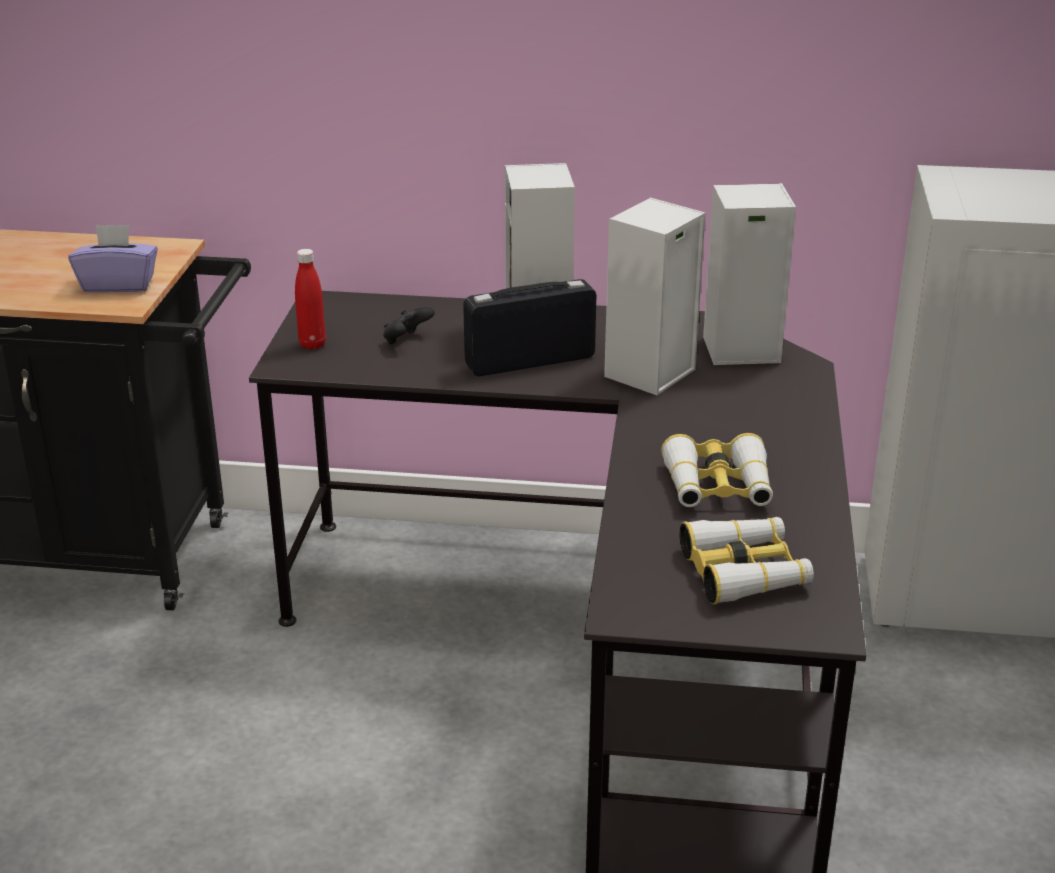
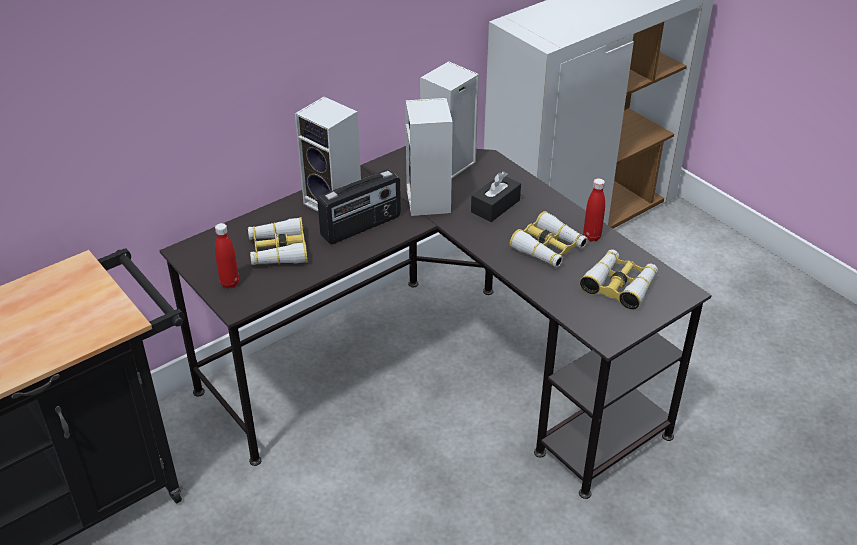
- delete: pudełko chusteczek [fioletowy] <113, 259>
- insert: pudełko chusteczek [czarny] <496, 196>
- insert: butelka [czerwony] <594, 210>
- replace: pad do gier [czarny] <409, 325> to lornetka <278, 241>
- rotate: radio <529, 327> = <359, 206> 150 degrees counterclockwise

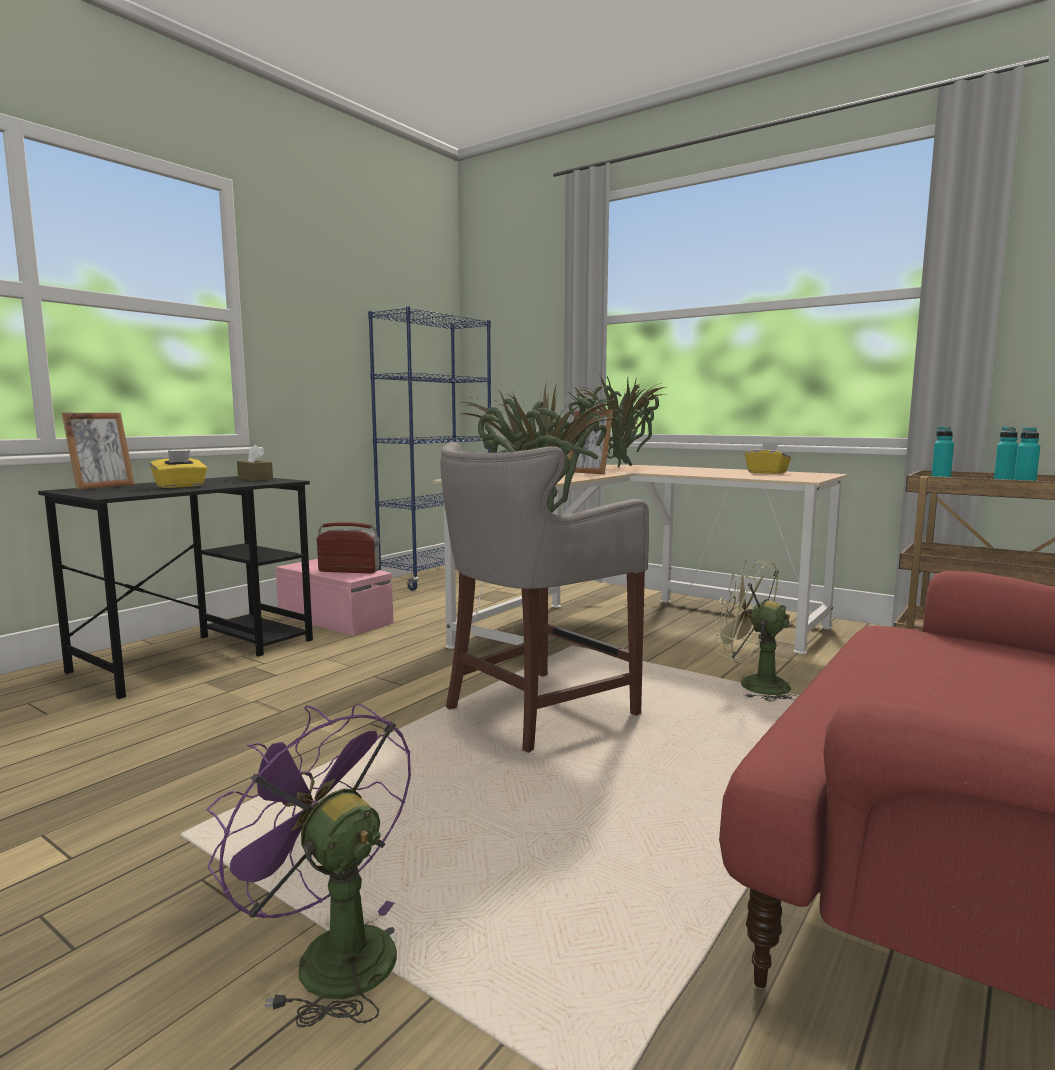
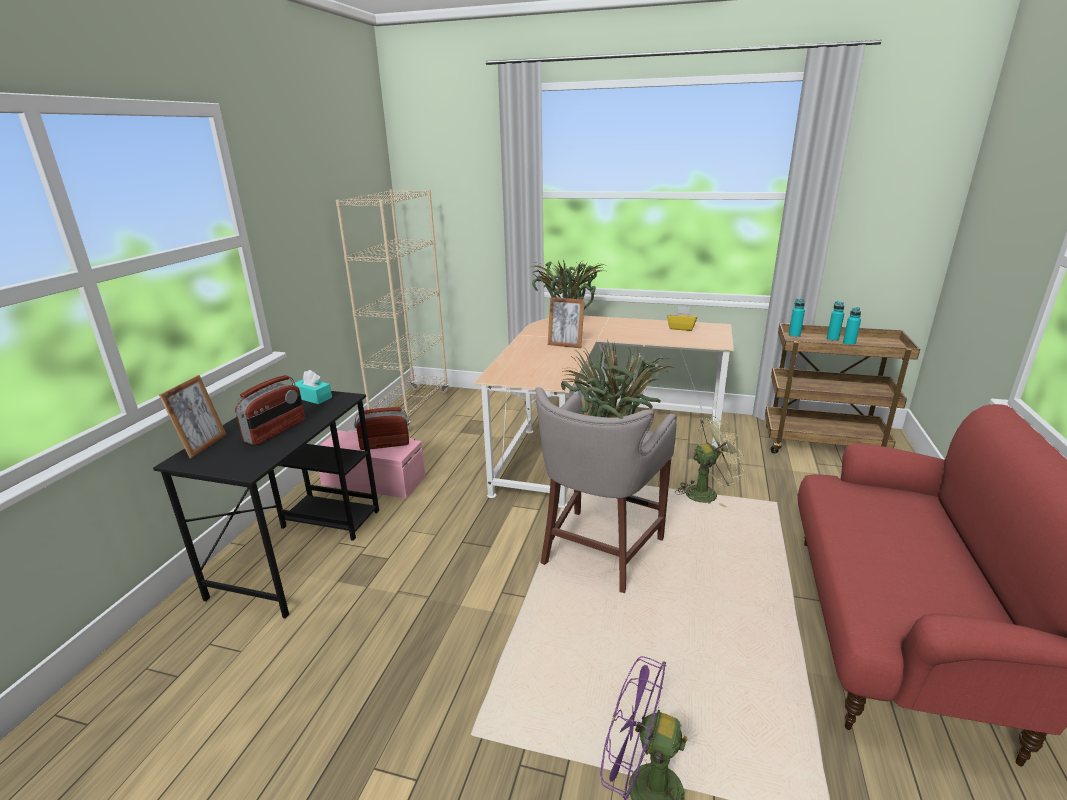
- replace: pudełko chusteczek [żółty] <178, 469> to radio <270, 410>
- recolor: pudełko chusteczek [brązowy] <255, 463> to pudełko chusteczek [turkusowy] <312, 387>
- recolor: regał [niebieski] <429, 448> to regał [beżowy] <392, 310>
- rotate: wentylator [zielony] <755, 629> = <710, 461> 150 degrees clockwise

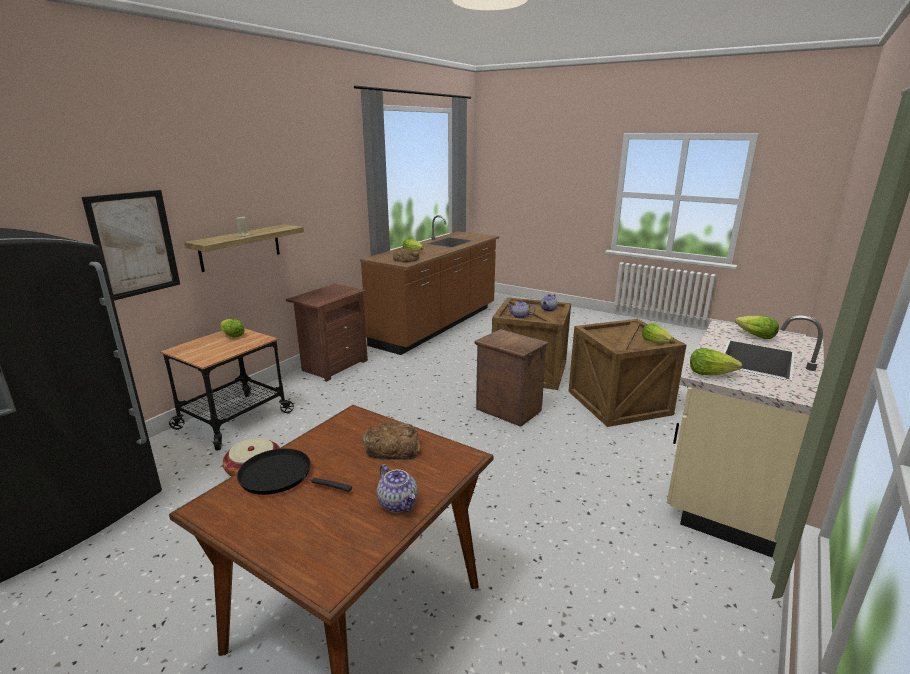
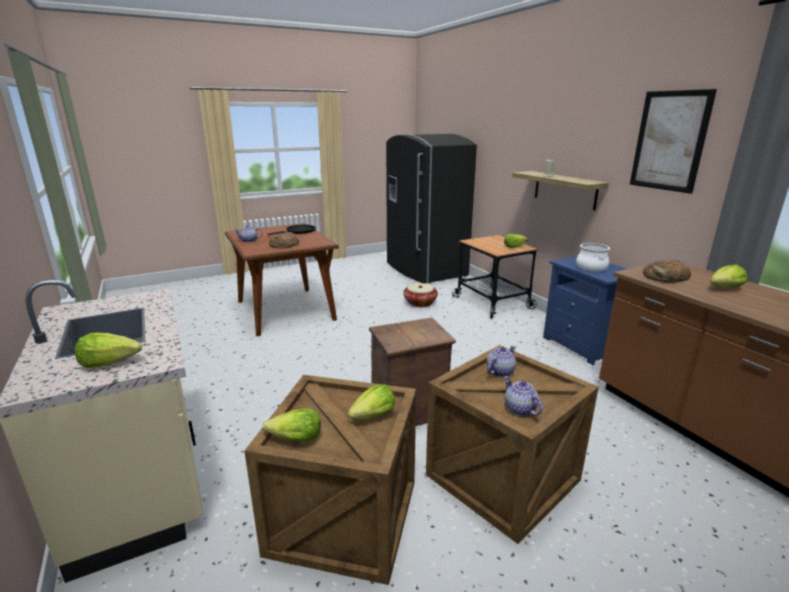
- insert: garnek <593, 257>
- move: obraz <130, 245> to <673, 141>
- move: sałata <716, 362> to <371, 401>
- recolor: szafka nocna [brązowy] <327, 333> to szafka nocna [niebieski] <584, 310>

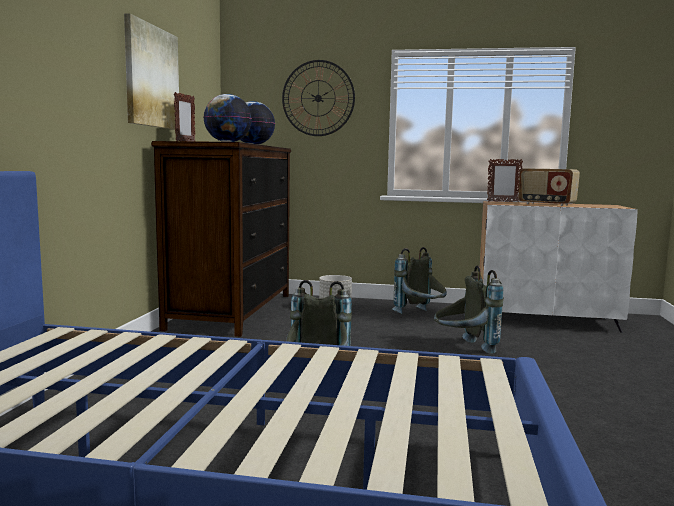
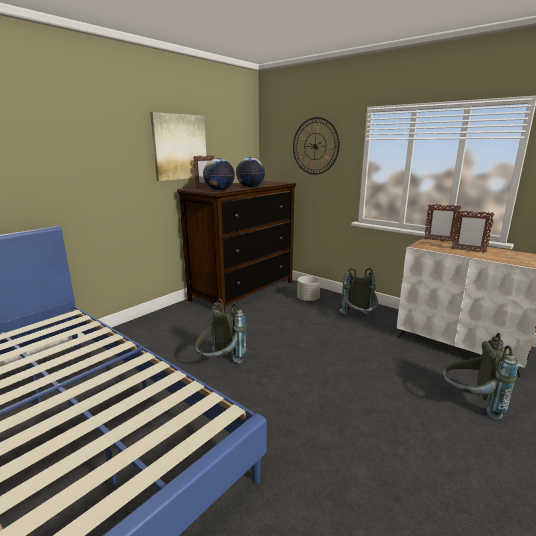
- move: plecak [szary] <469, 309> to <480, 376>
- replace: radio <549, 187> to ramka na zdjęcie <473, 231>

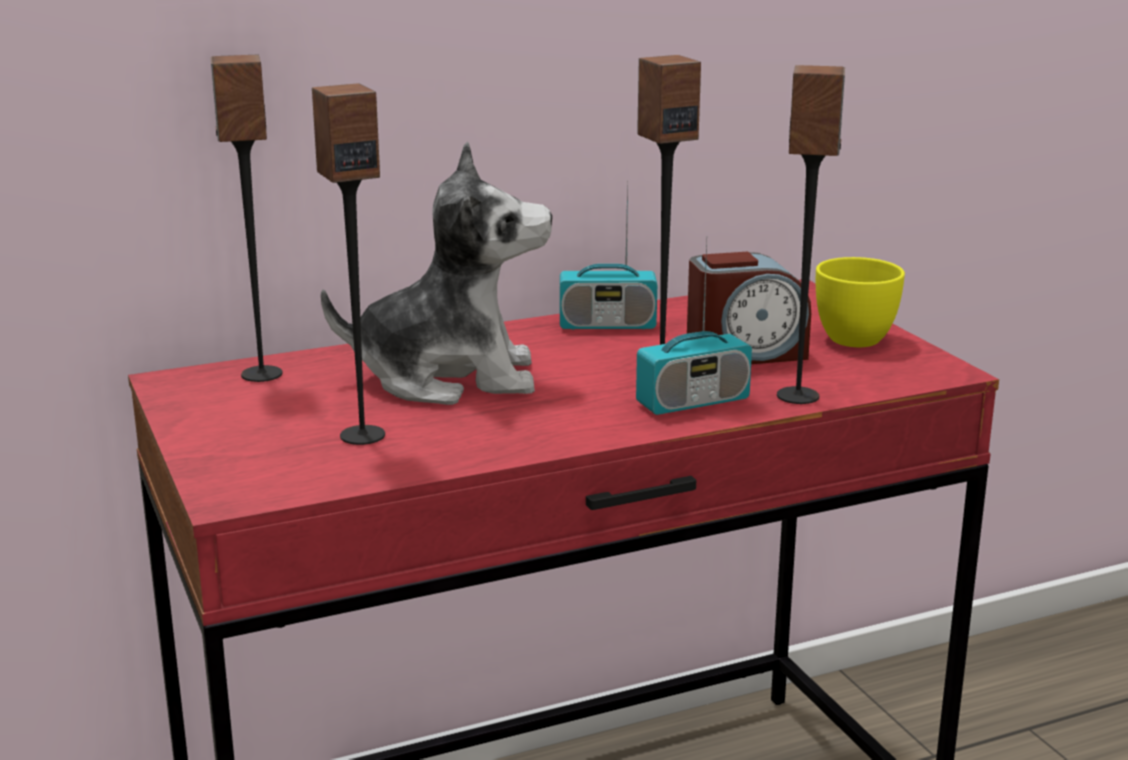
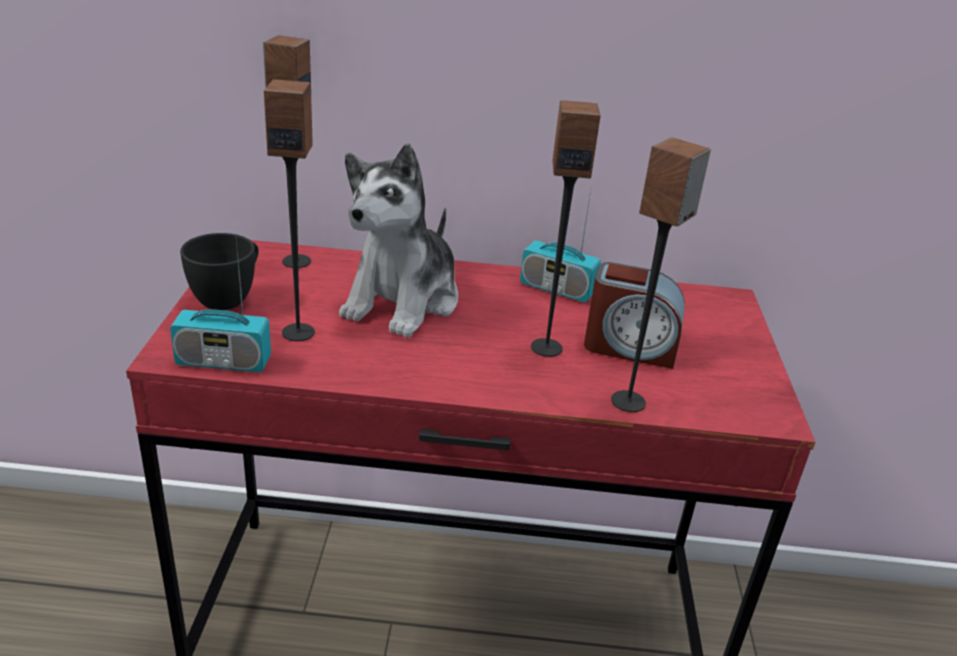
- delete: filiżanka [żółty] <860, 302>
- insert: filiżanka [czarny] <219, 271>
- move: radio <694, 325> to <220, 304>
- rotate: pluszak <436, 273> = <398, 240> 90 degrees clockwise

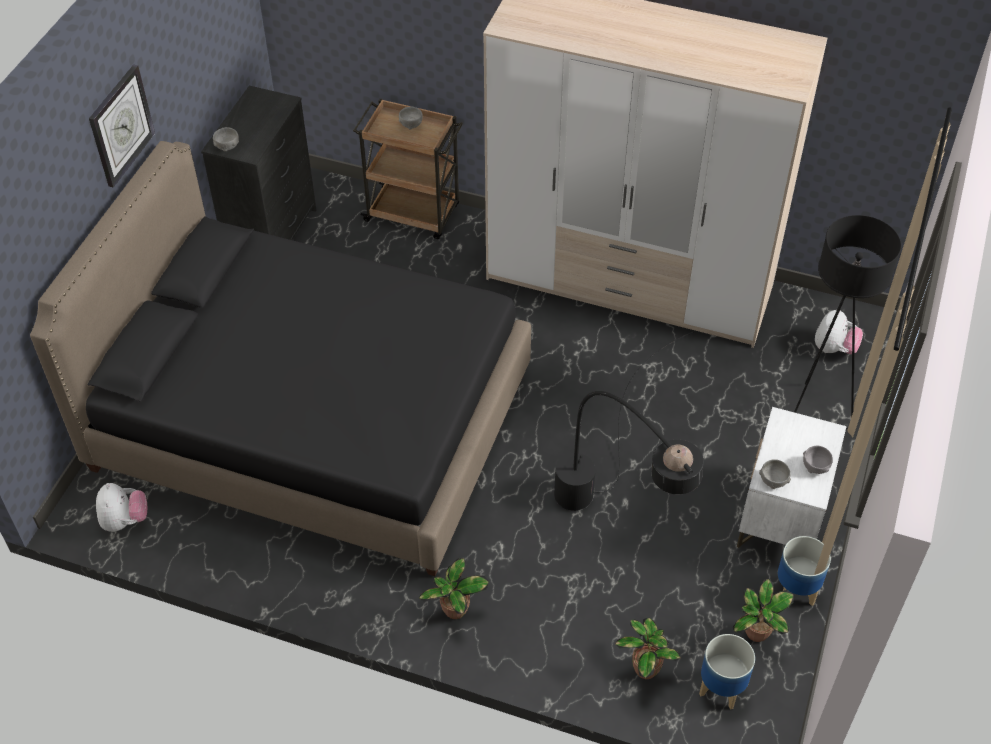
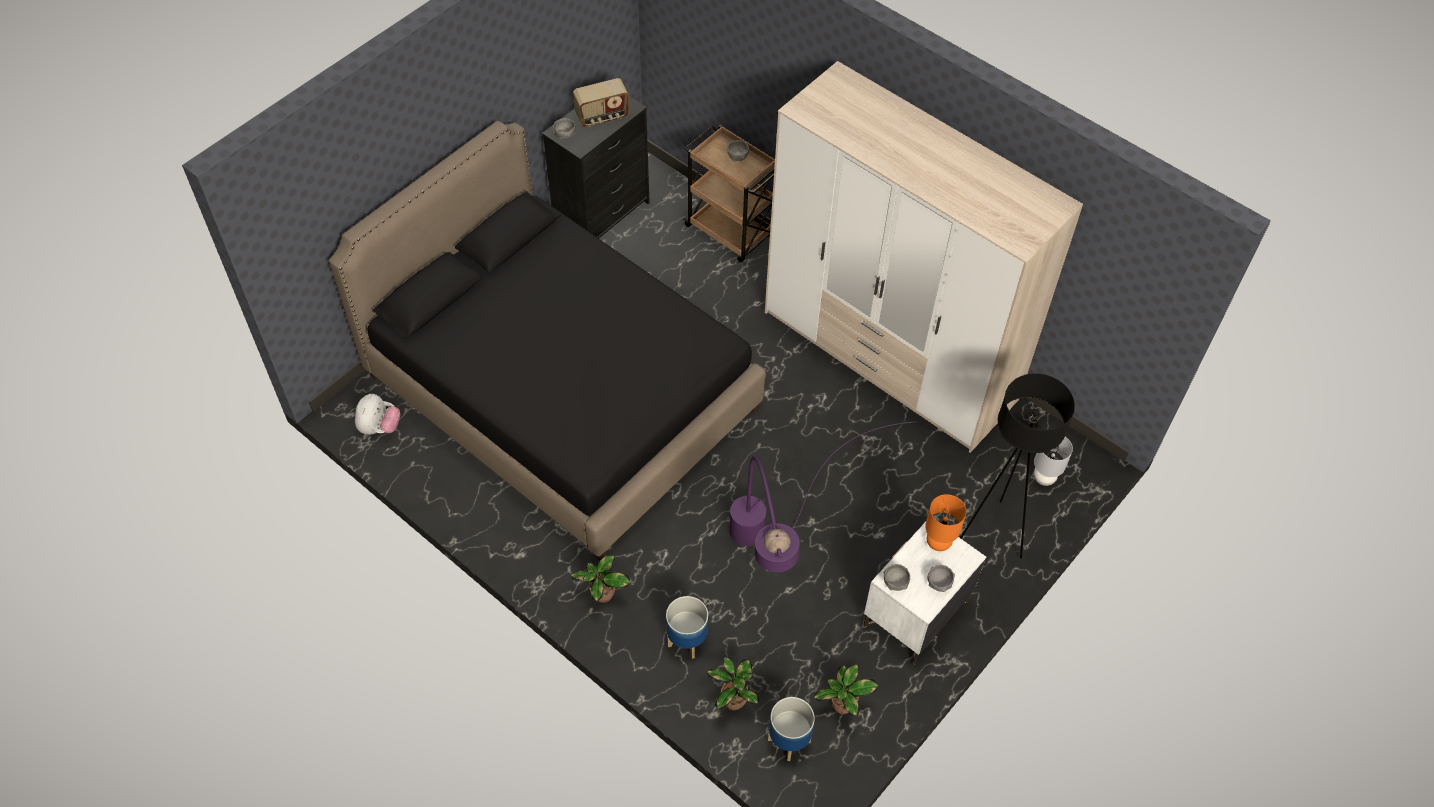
- delete: zegar ścienny <122, 126>
- insert: radio <601, 102>
- insert: lampa stołowa [pomarańczowy] <945, 522>
- move: donica <804, 571> to <687, 627>
- replace: pluszak <839, 332> to lampa stołowa [szary] <1053, 461>
- recolor: lampa stojąca [czarny] <629, 421> to lampa stojąca [fioletowy] <822, 496>

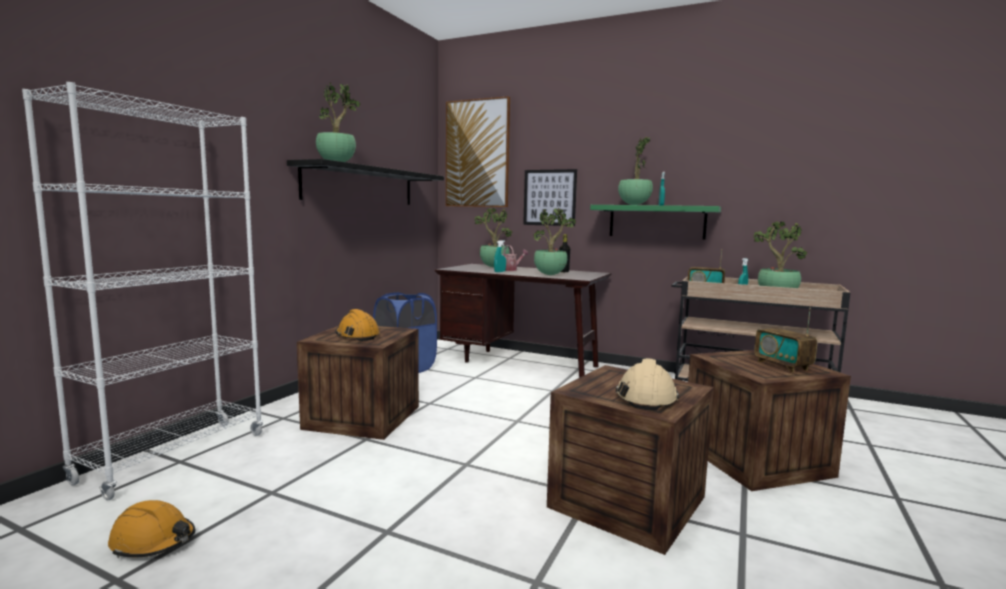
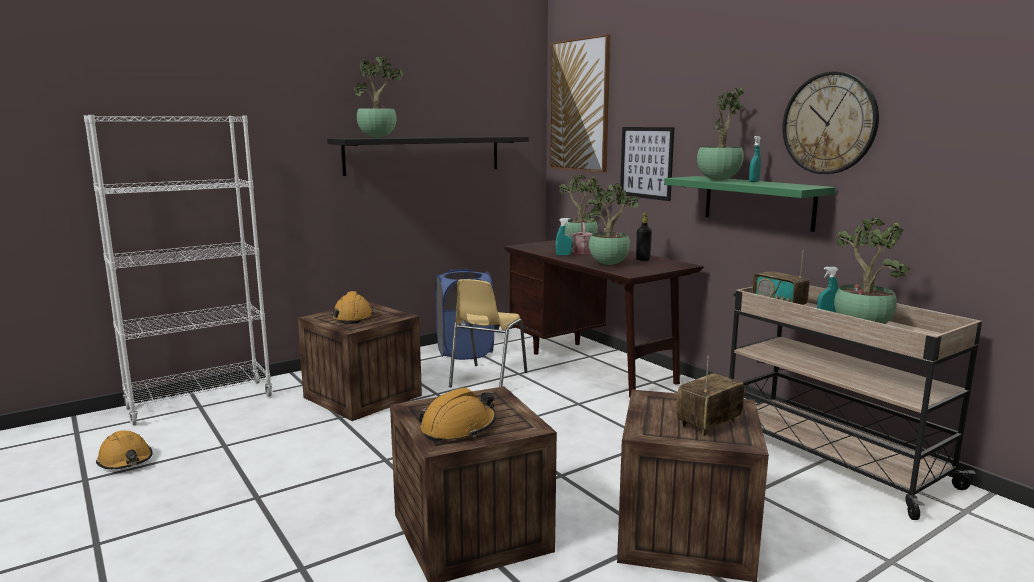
- insert: krzesło [żółty] <488, 333>
- insert: zegar ścienny <830, 123>
- recolor: kask [beżowy] <647, 384> to kask [pomarańczowy] <457, 415>
- rotate: radio <785, 340> = <710, 396> 45 degrees clockwise

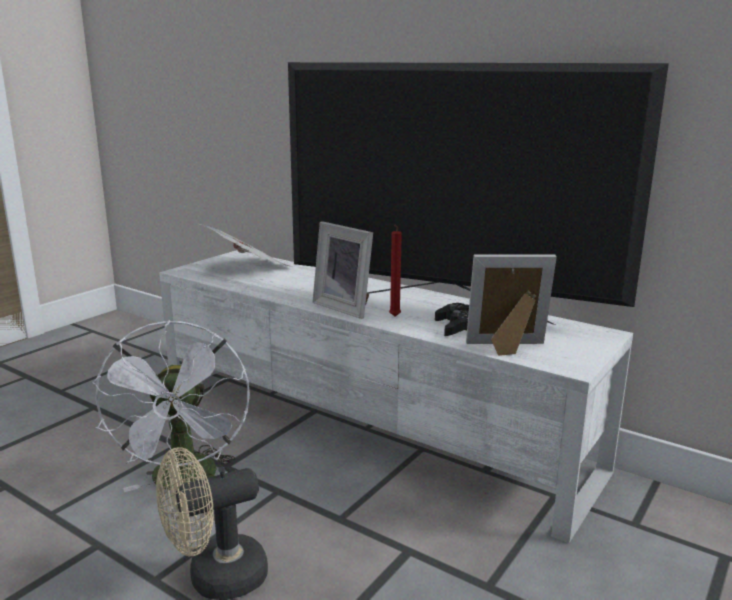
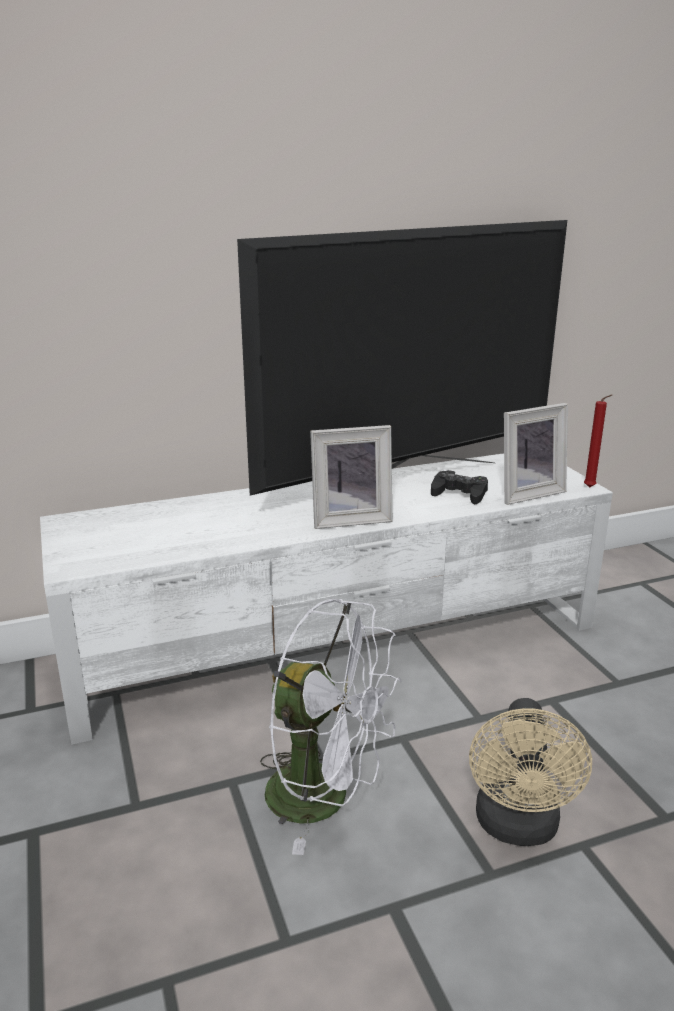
- delete: gazeta <245, 245>
- move: świeca [czerwony] <395, 270> to <598, 441>
- rotate: ramka na zdjęcie <511, 305> = <536, 454> 150 degrees counterclockwise

